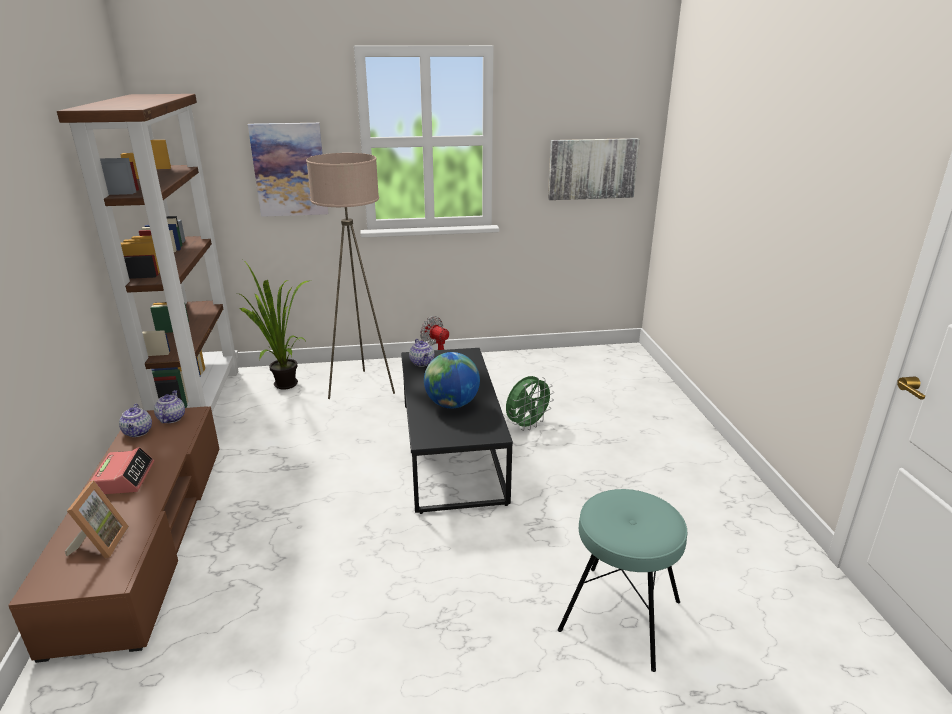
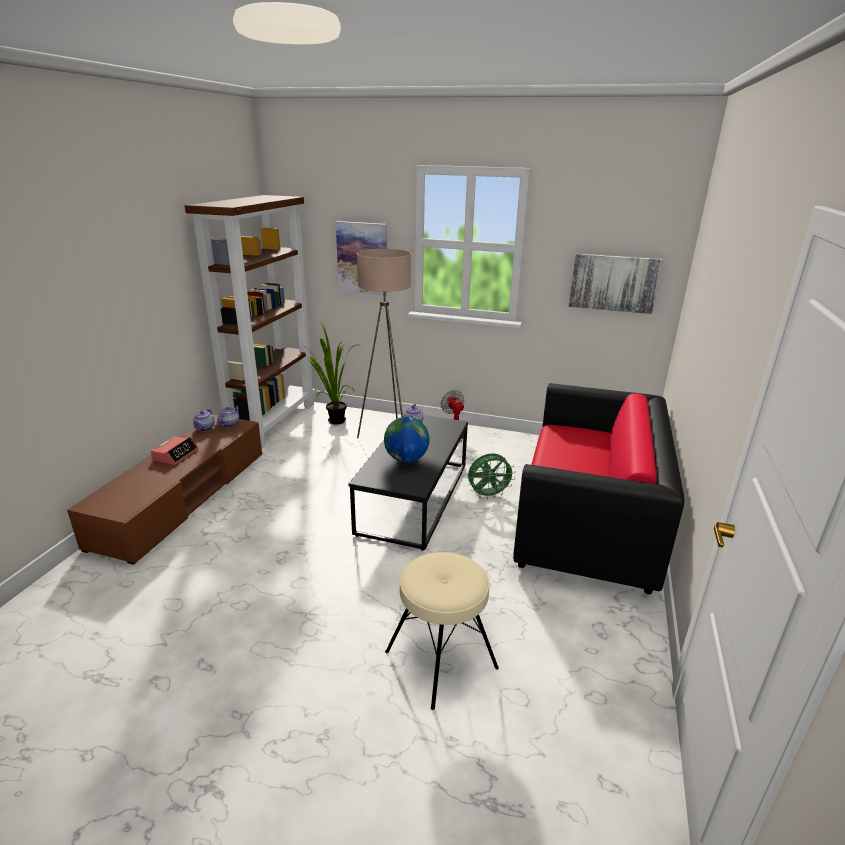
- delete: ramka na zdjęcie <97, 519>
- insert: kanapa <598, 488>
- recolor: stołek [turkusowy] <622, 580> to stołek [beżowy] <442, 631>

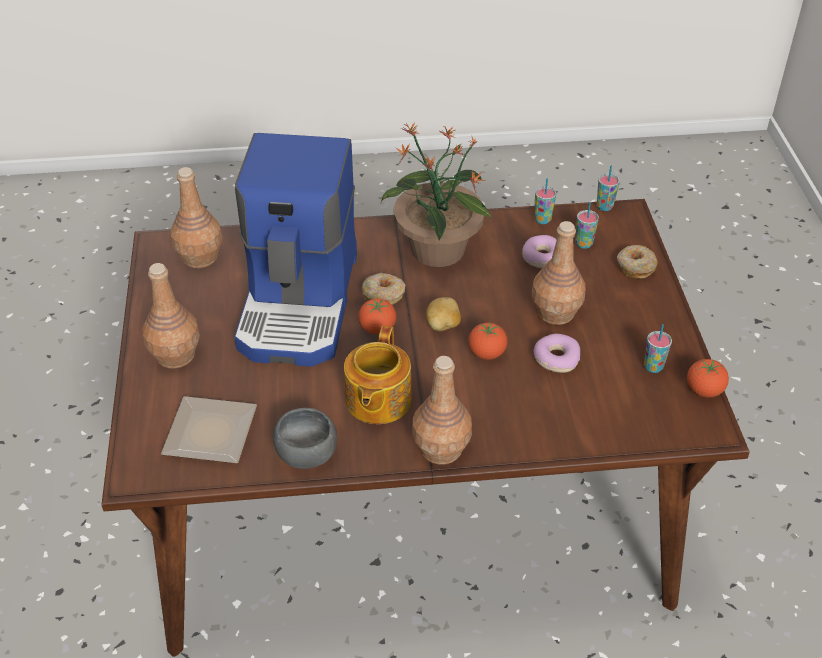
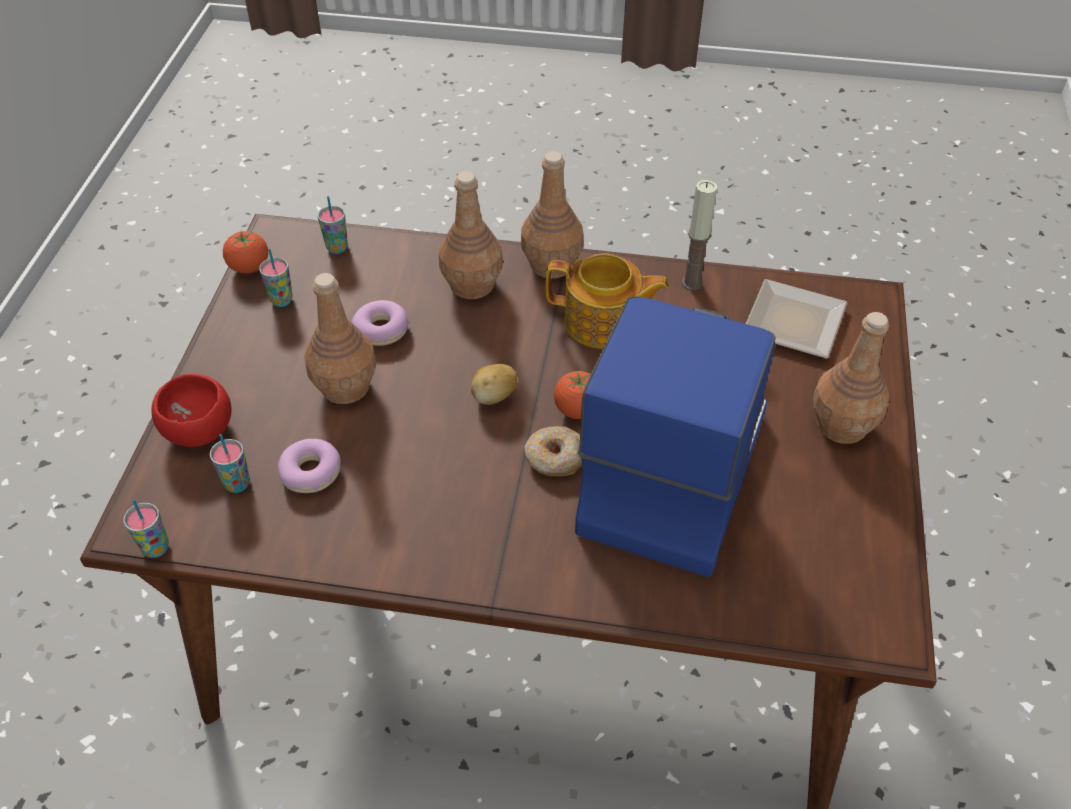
- delete: roślina doniczkowa <436, 194>
- delete: pomidor <487, 341>
- move: butelka [brązowy] <196, 217> to <471, 235>
- move: filiżanka <545, 201> to <333, 225>
- replace: miska [szary] <305, 438> to świeca <699, 235>
- replace: donut <637, 262> to miska [czerwony] <191, 410>
- rotate: imbryk <378, 375> = <608, 301> 75 degrees clockwise

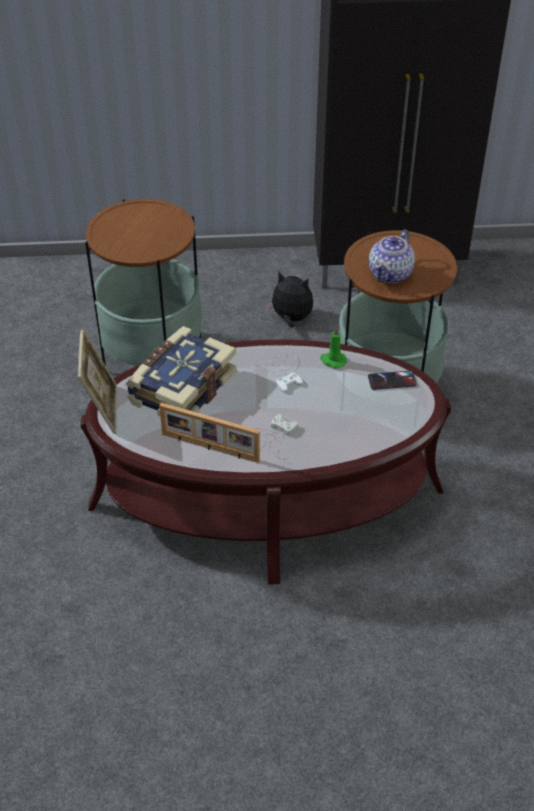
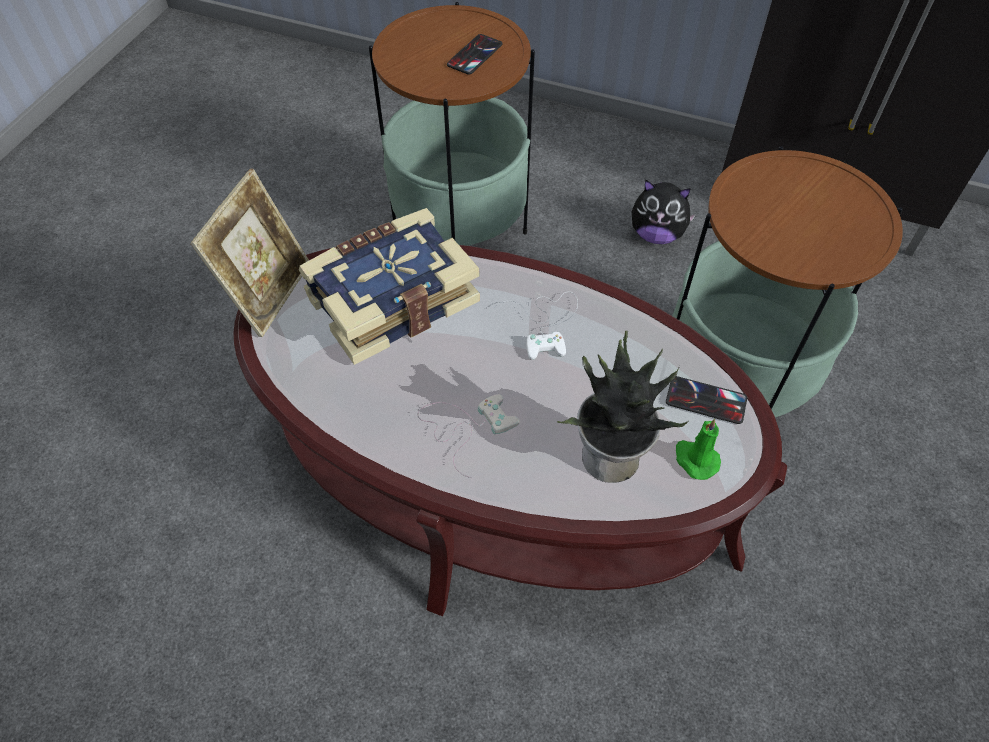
- delete: ramka na zdjęcie <209, 433>
- delete: imbryk <392, 256>
- insert: telefon <474, 54>
- insert: roślina doniczkowa <622, 406>
- move: świeca [zielony] <333, 347> to <698, 449>
- rotate: pluszak <289, 300> = <664, 212> 150 degrees clockwise

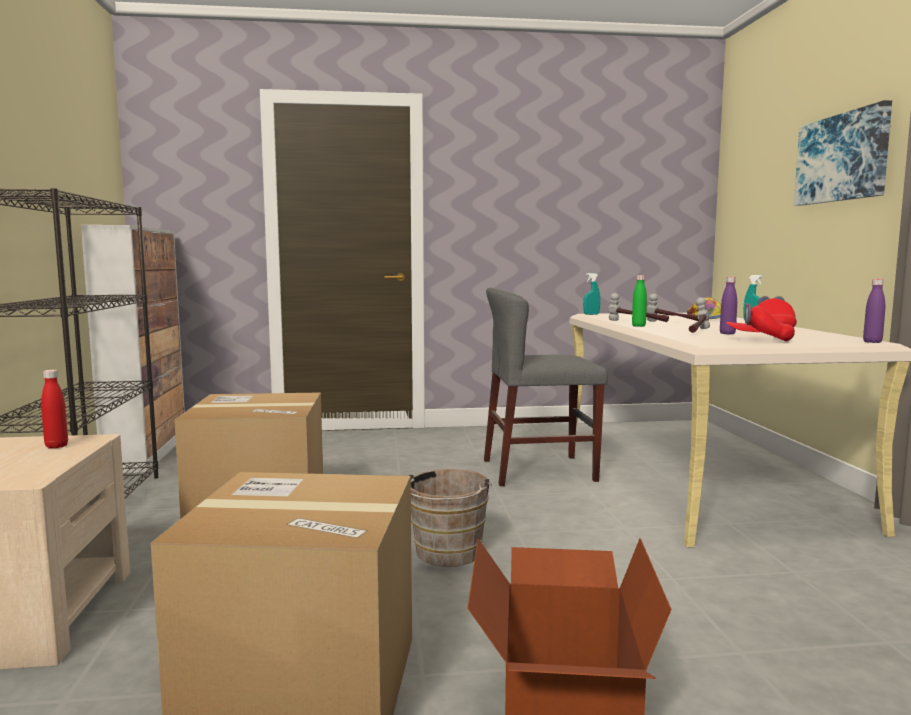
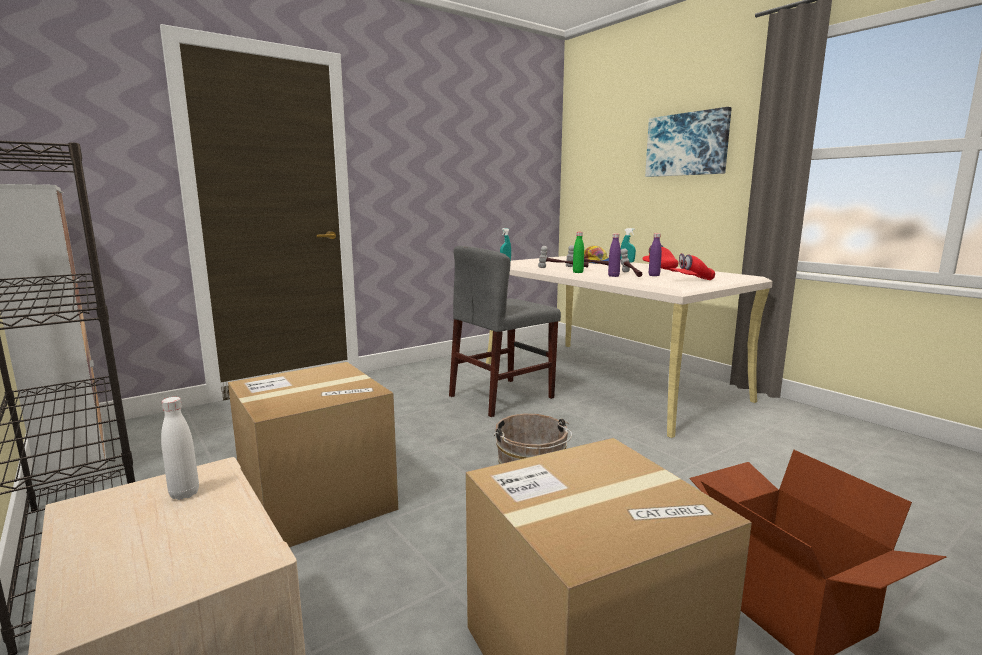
- move: butelka [fioletowy] <874, 311> to <614, 255>
- recolor: butelka [czerwony] <54, 409> to butelka [biały] <180, 448>

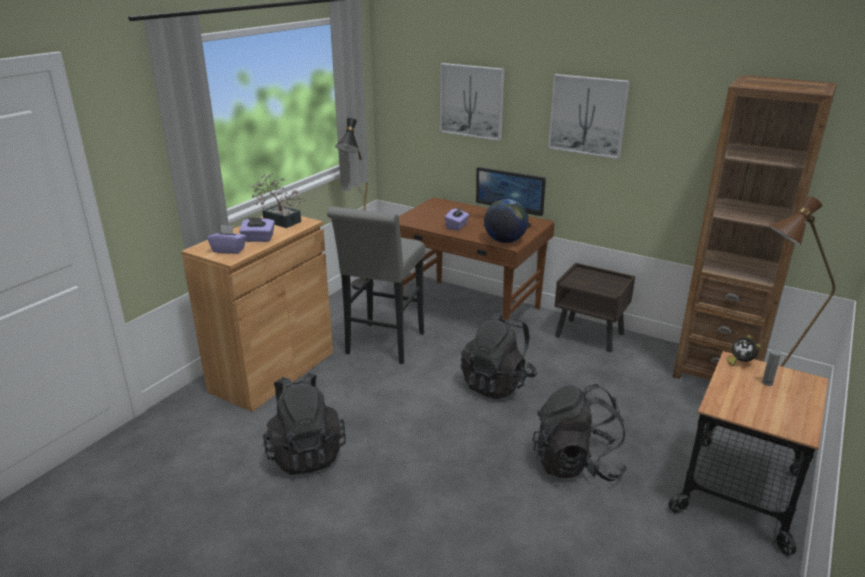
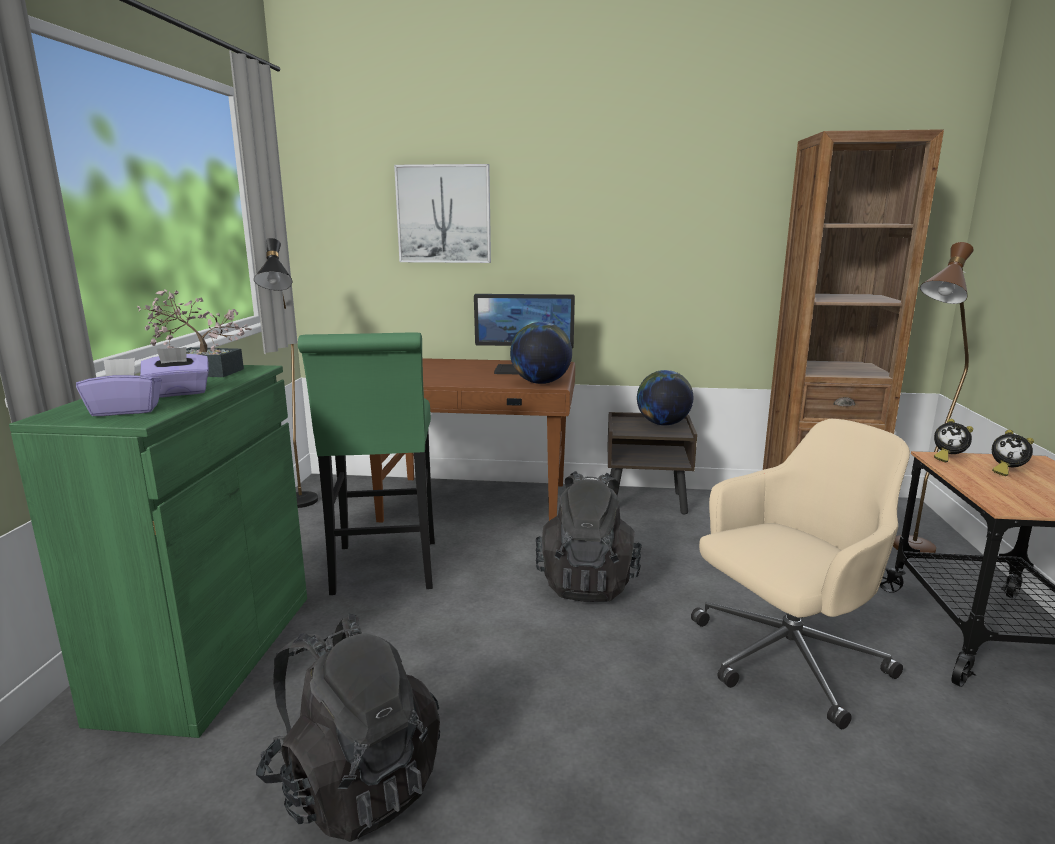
- delete: pudełko chusteczek [fioletowy] <457, 218>
- delete: obraz <589, 116>
- insert: globus <665, 397>
- replace: plecak [czarny] <580, 432> to krzesło biurowe [beżowy] <800, 574>
- replace: butelka [szary] <771, 368> to budzik <1013, 453>
- recolor: szafka [brązowy] <257, 314> to szafka [zielony] <158, 551>
- recolor: stołek [szary] <376, 285> to stołek [zielony] <366, 463>

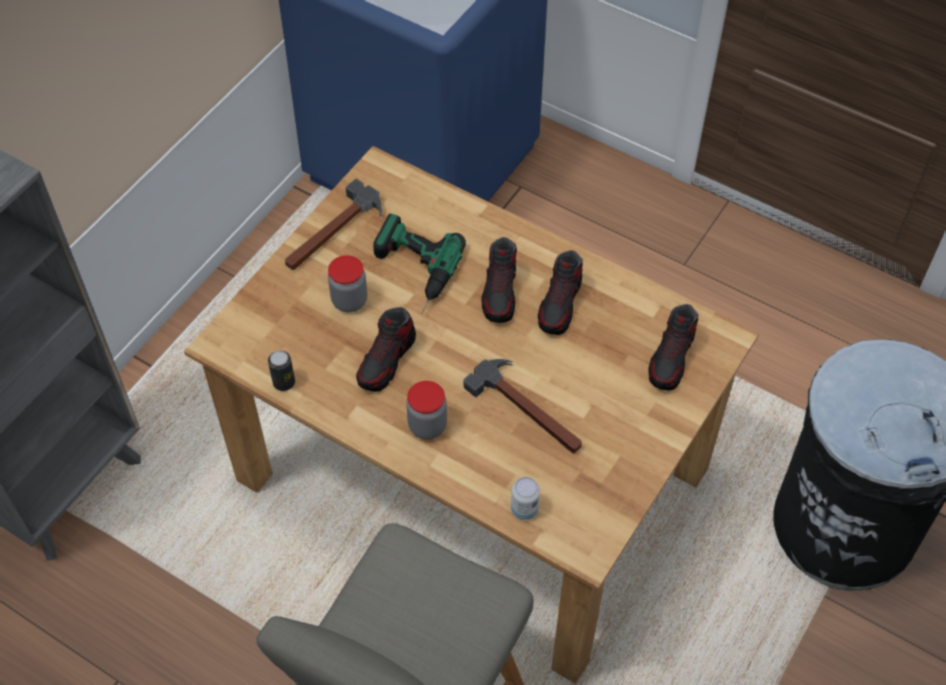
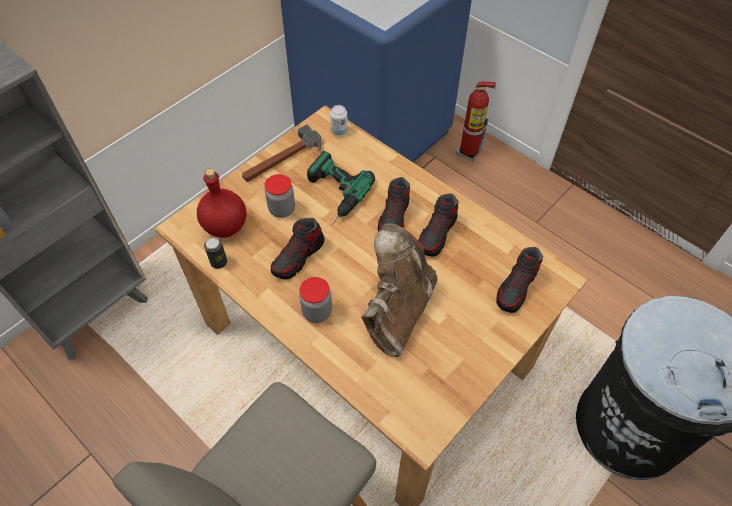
- insert: butelka [czerwony] <222, 203>
- insert: gaśnica <476, 121>
- move: puszka <525, 498> to <339, 120>
- replace: młotek <523, 406> to but z cholewką [brązowy] <399, 290>

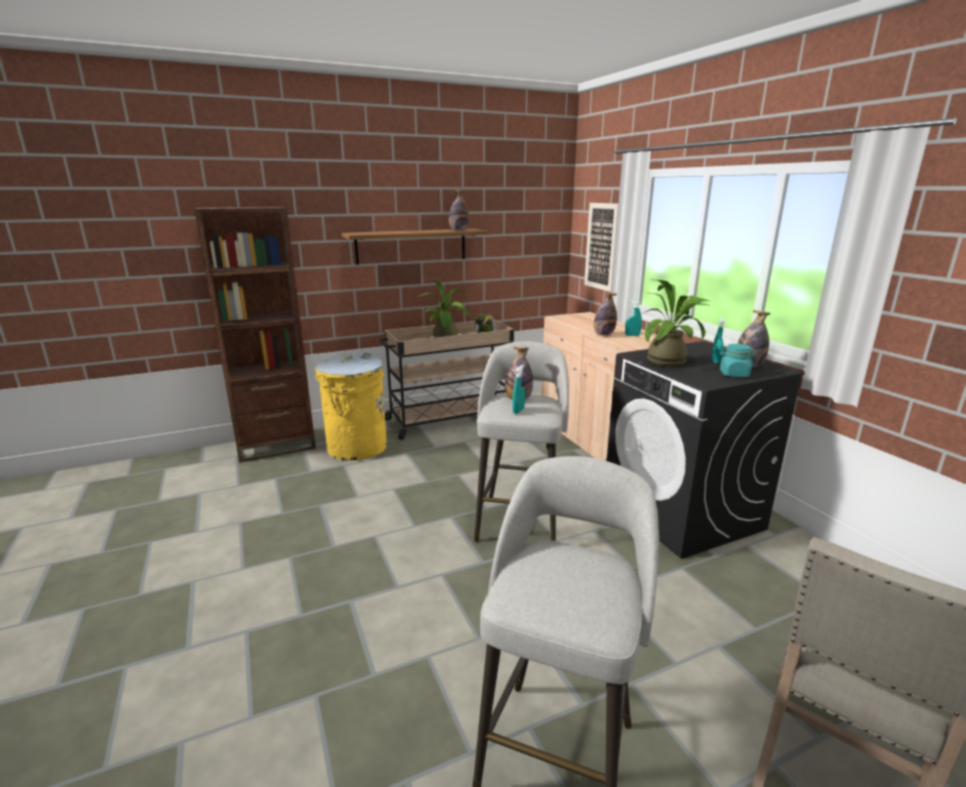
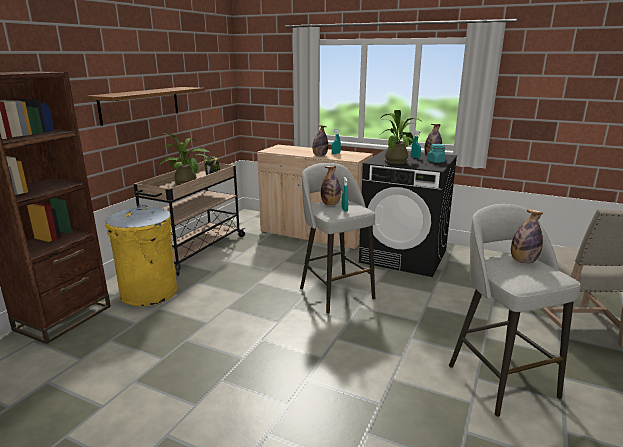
- delete: obraz <601, 247>
- move: butelka <458, 210> to <527, 236>

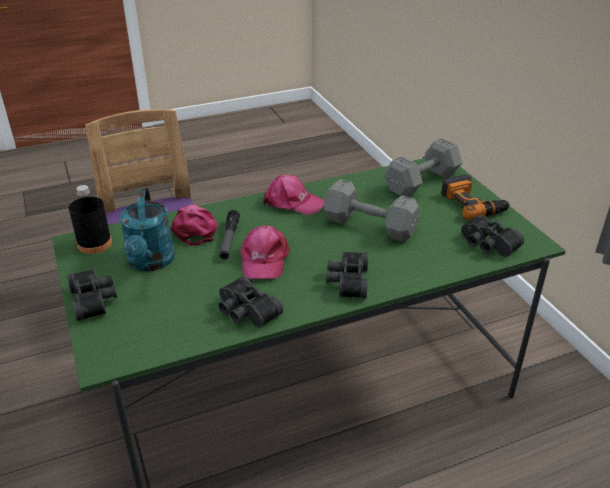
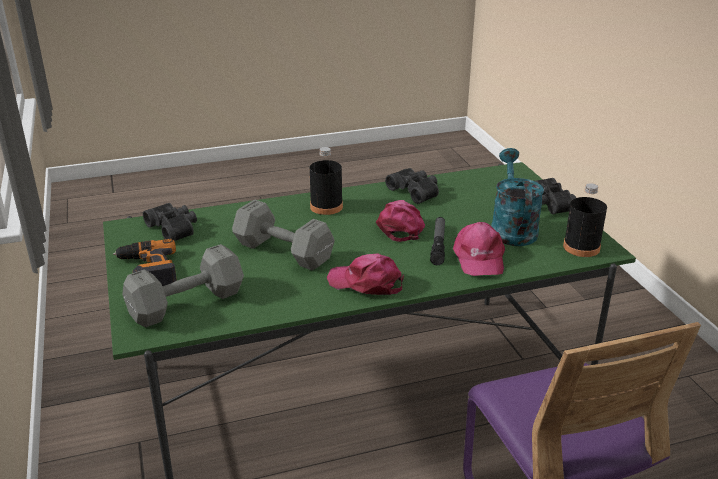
- replace: lornetka [czarny] <347, 274> to butelka [czarny] <326, 181>

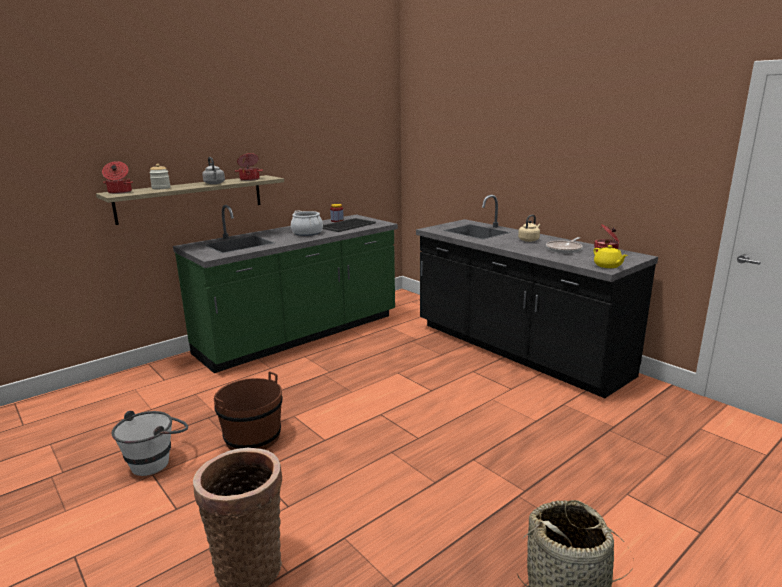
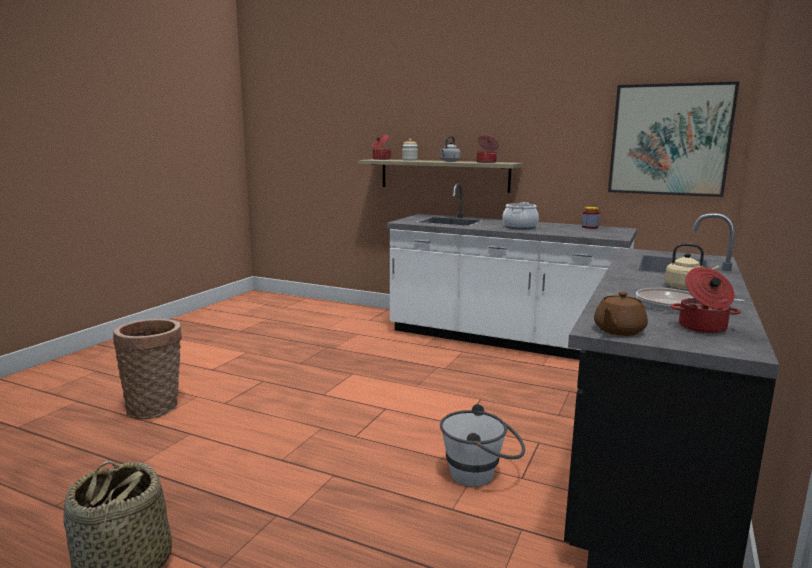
- delete: wiadro [brązowy] <248, 410>
- delete: taca <349, 225>
- insert: obraz <673, 139>
- move: wiadro [biały] <150, 443> to <482, 445>
- recolor: zabudowa kuchenna [zielony] <285, 289> to zabudowa kuchenna [biały] <511, 272>
- recolor: imbryk [żółty] <610, 256> to imbryk [brązowy] <621, 314>

